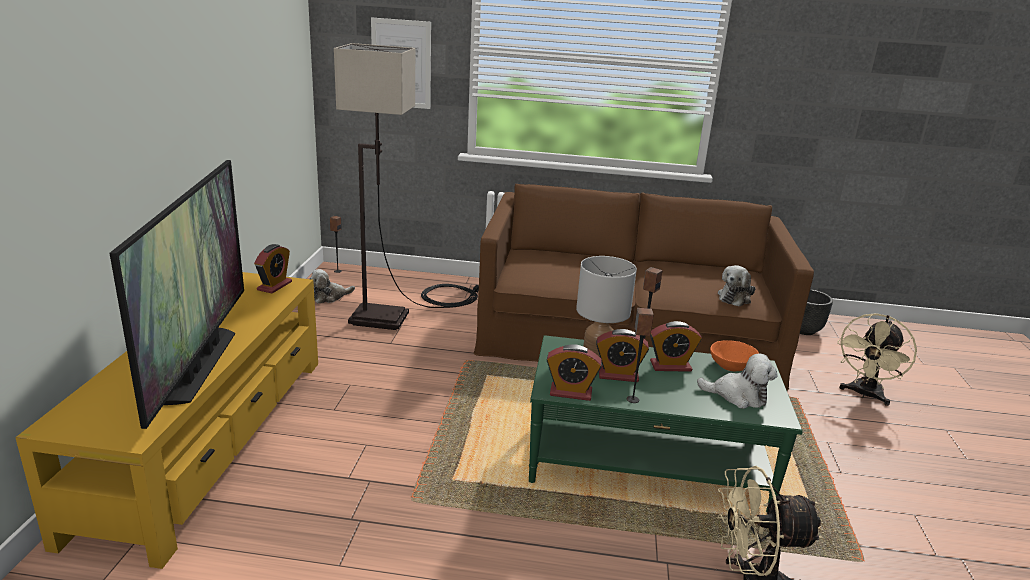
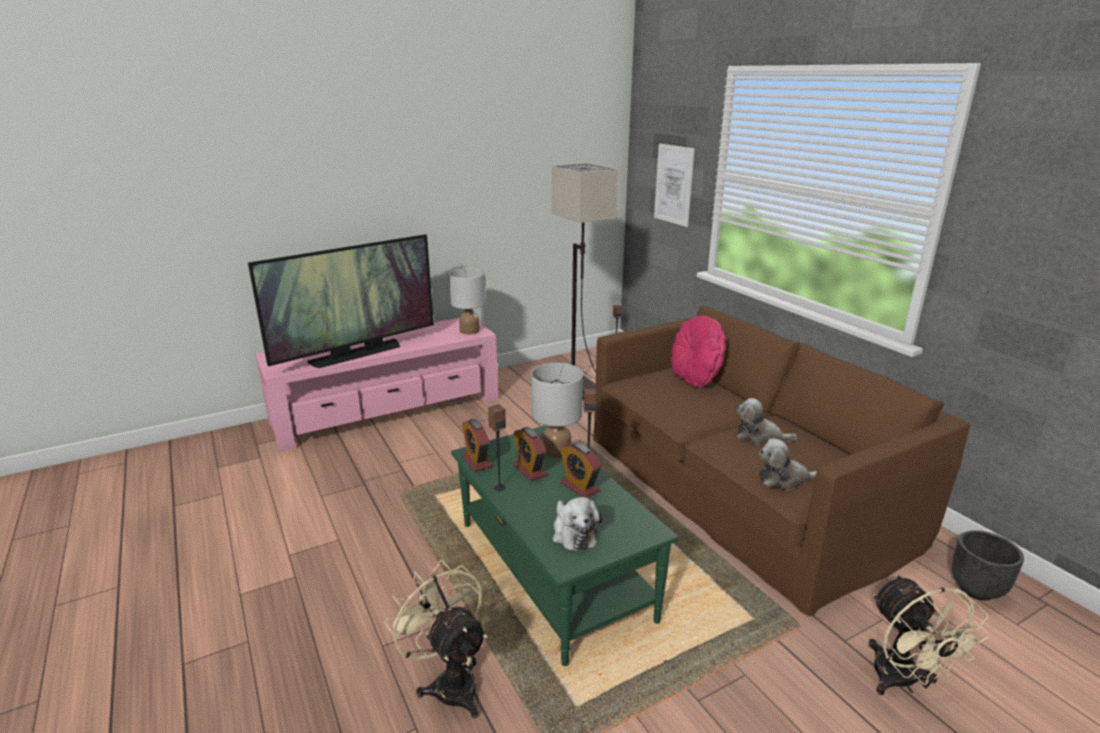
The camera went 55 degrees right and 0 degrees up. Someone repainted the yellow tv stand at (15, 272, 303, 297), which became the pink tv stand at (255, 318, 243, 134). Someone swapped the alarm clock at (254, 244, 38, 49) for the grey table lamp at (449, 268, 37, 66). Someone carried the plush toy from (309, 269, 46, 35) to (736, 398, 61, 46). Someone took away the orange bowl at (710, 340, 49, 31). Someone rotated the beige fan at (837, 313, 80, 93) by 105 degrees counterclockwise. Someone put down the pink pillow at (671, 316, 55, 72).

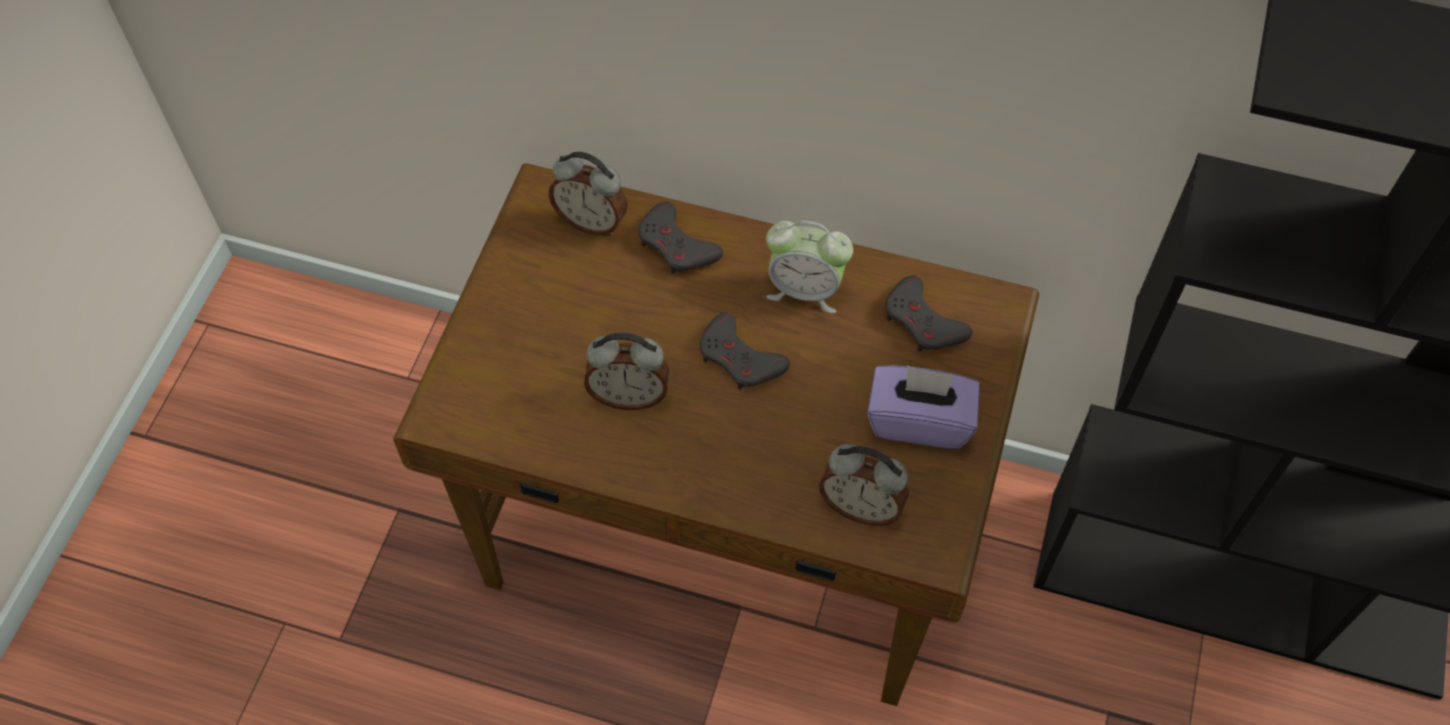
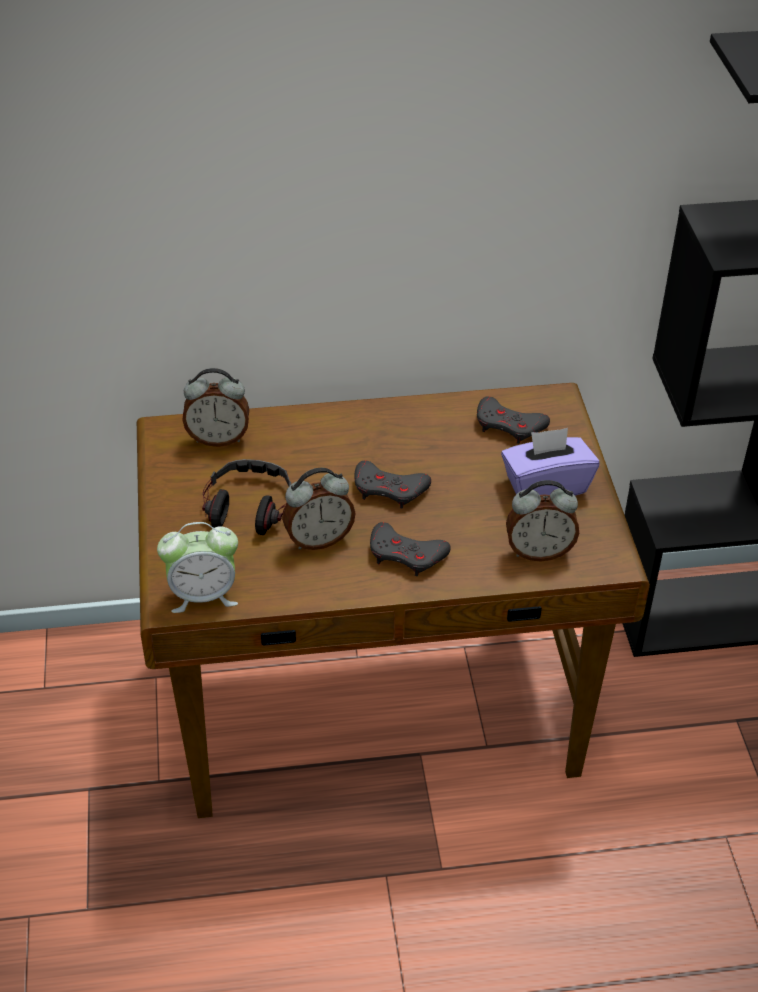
The camera went 25 degrees left and 15 degrees down. Someone carried the grey game controller from (638, 202, 85, 72) to (370, 522, 81, 54). Someone carried the alarm clock from (766, 221, 87, 92) to (157, 522, 81, 91). Someone put down the headphones at (202, 459, 89, 76).

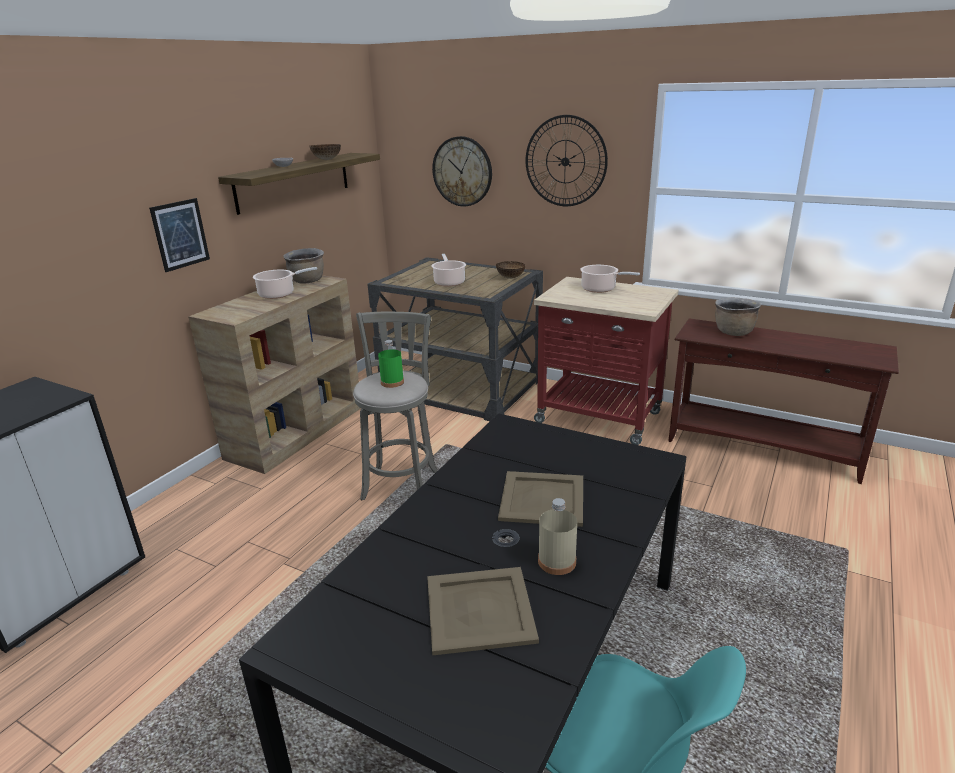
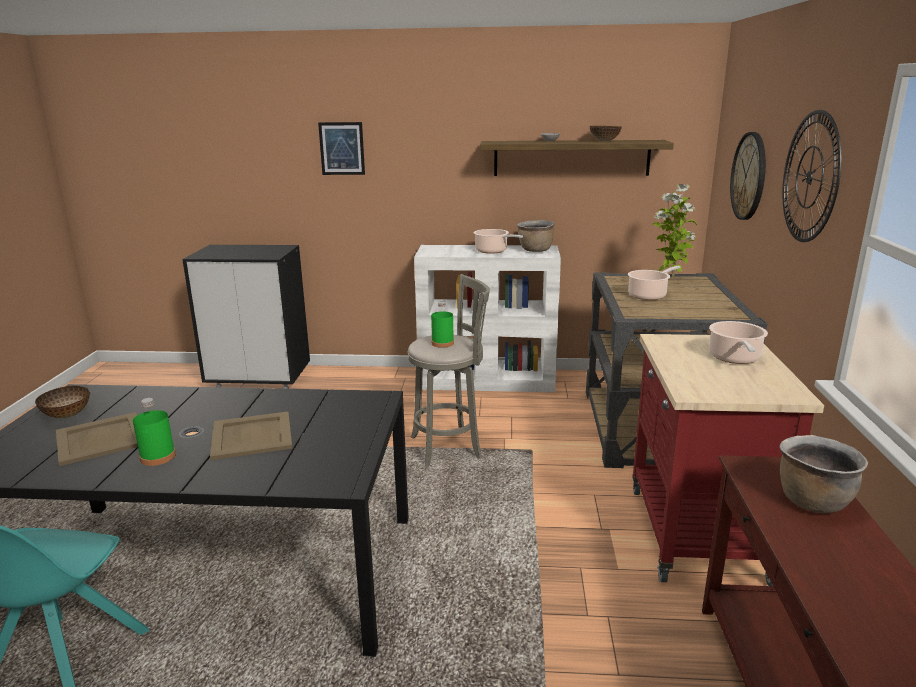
The camera went 65 degrees right and 5 degrees down. Someone carried the picture from (149, 198, 61, 74) to (318, 122, 47, 53). Someone repainted the brown bookcase at (188, 275, 173, 199), which became the white bookcase at (414, 245, 147, 147). Someone carried the bowl from (496, 261, 29, 18) to (35, 386, 55, 32). Someone repainted the beige bottle at (538, 498, 39, 77), which became the green bottle at (133, 398, 43, 68). Someone put down the potted plant at (652, 184, 45, 94).

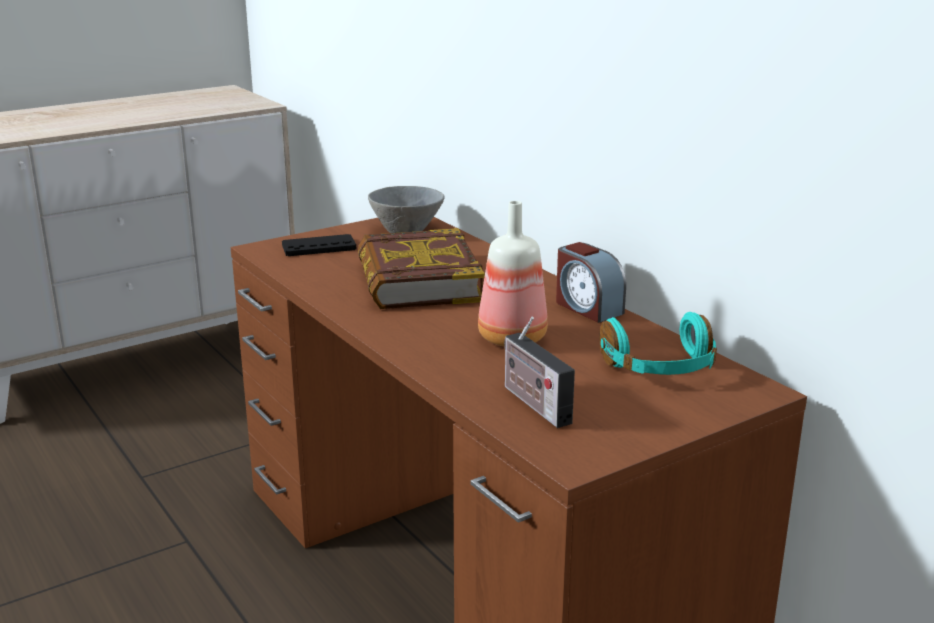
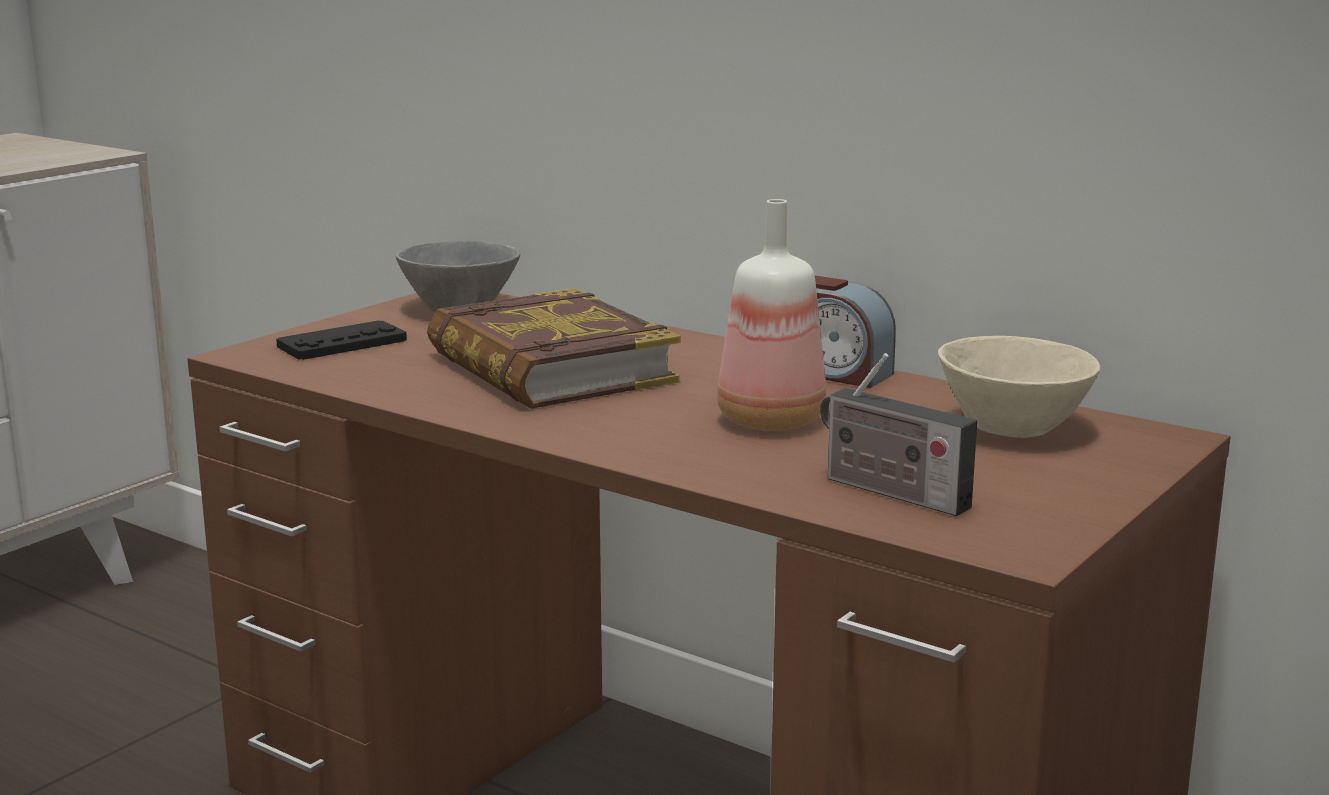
The camera went 20 degrees left and 5 degrees down. Someone swapped the turquoise headphones at (599, 312, 118, 63) for the beige bowl at (938, 336, 162, 102).

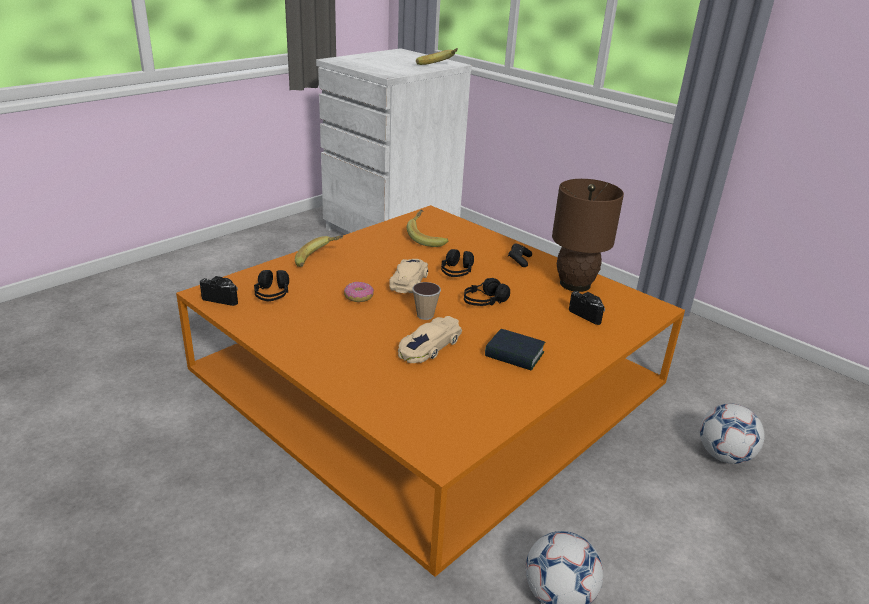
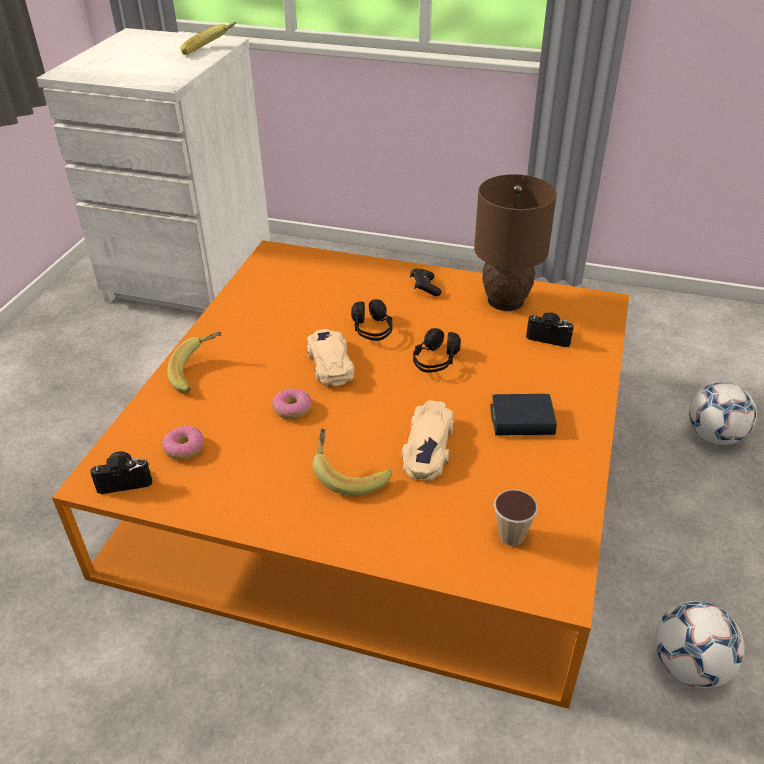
The camera went 25 degrees left and 10 degrees up. Someone swapped the black headphones at (254, 270, 35, 31) for the donut at (162, 426, 42, 34). Someone carried the banana from (407, 209, 41, 38) to (313, 428, 79, 68). Someone carried the cup from (412, 282, 29, 38) to (494, 490, 44, 56).

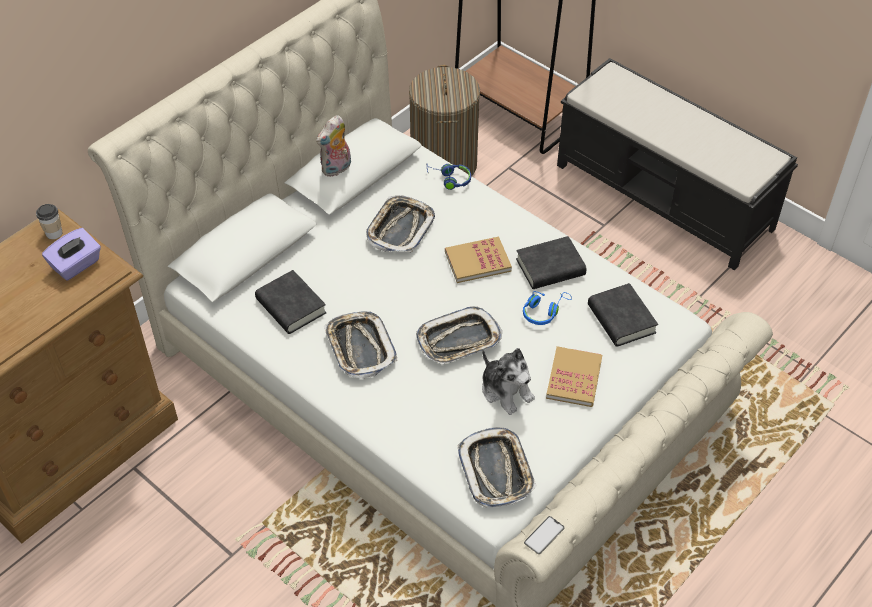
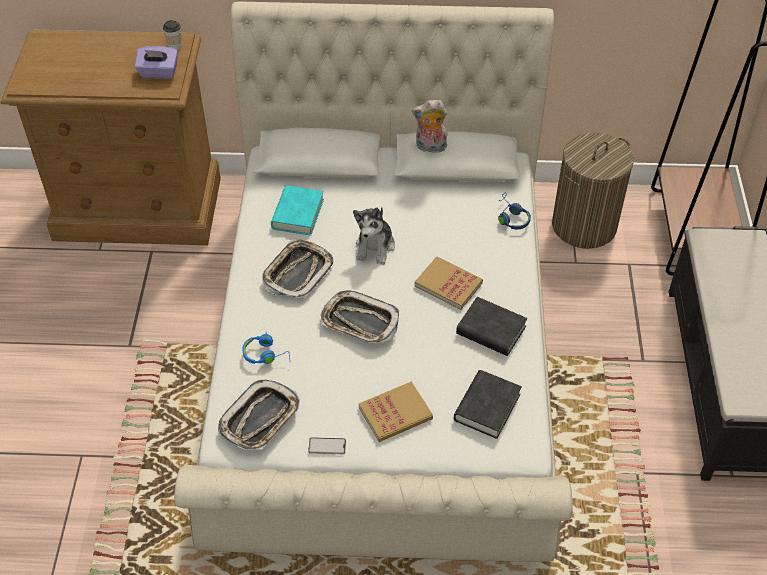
The camera went 50 degrees right and 0 degrees up. Someone repainted the black book at (255, 270, 71, 64), which became the turquoise book at (271, 185, 53, 51). Someone took away the tray at (366, 196, 69, 57). Someone carried the plush toy from (482, 348, 53, 67) to (353, 207, 42, 58). Someone carried the blue headphones from (523, 291, 49, 34) to (242, 332, 48, 32). Someone carried the phone from (524, 516, 41, 38) to (308, 437, 38, 17).

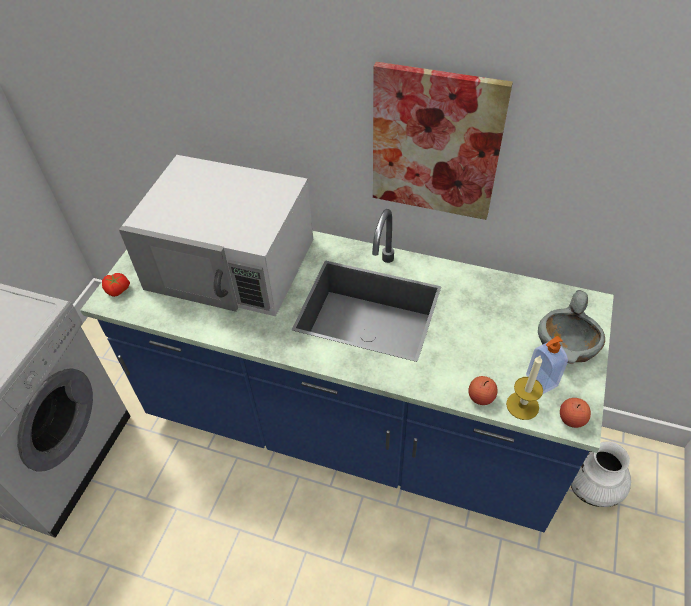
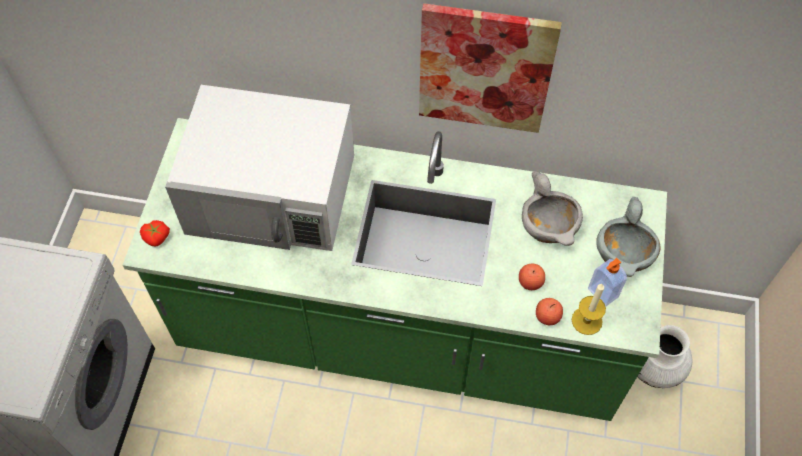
The camera went 10 degrees left and 10 degrees up. Someone repainted the blue counter at (80, 209, 534, 323), which became the green counter at (123, 118, 544, 303). Someone carried the apple from (560, 398, 31, 30) to (519, 264, 26, 26). Someone put down the grey bowl at (522, 171, 61, 75).

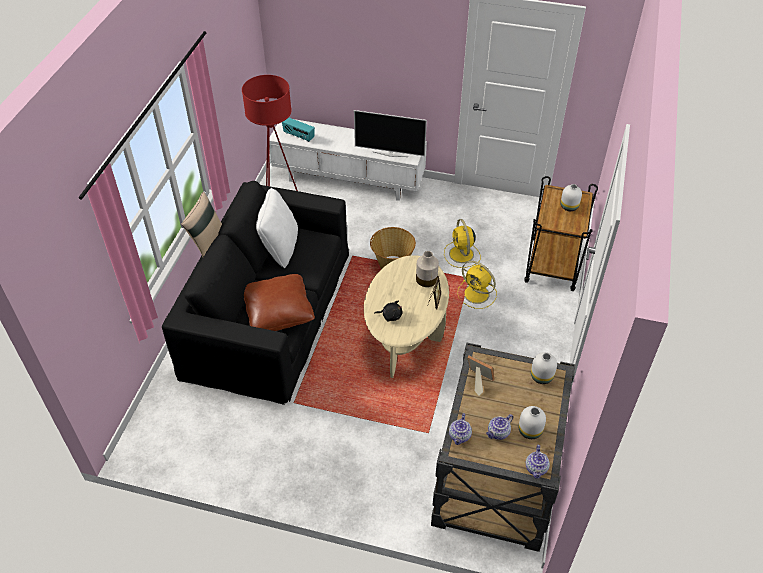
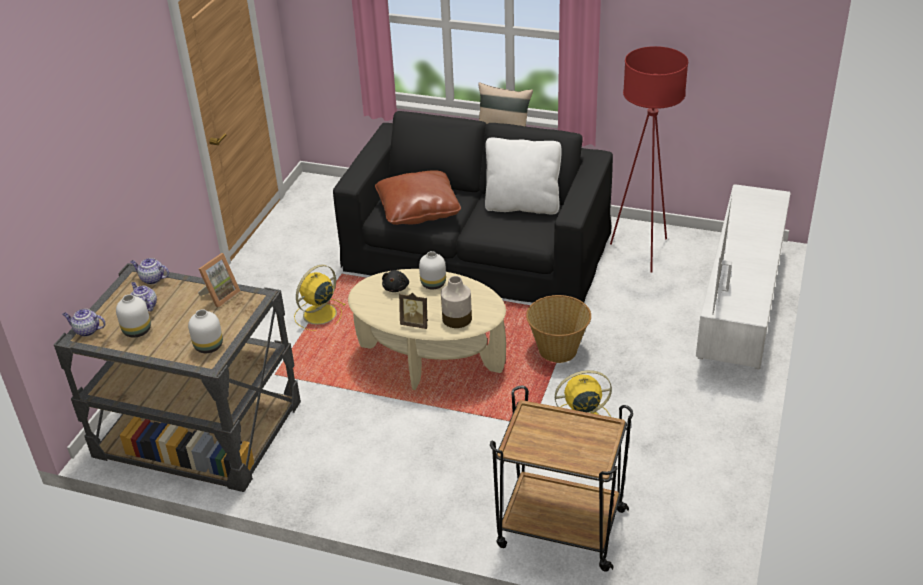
The camera went 95 degrees right and 10 degrees down. Someone took away the radio at (282, 117, 33, 25). Someone carried the yellow fan from (457, 261, 40, 48) to (294, 265, 51, 66). Someone carried the white vase from (561, 184, 21, 27) to (419, 251, 27, 38).

